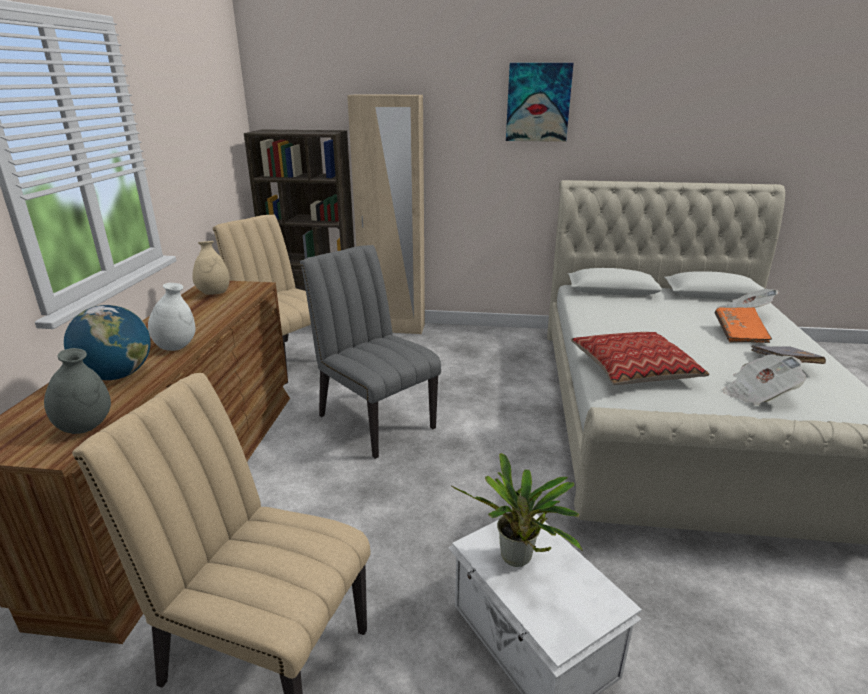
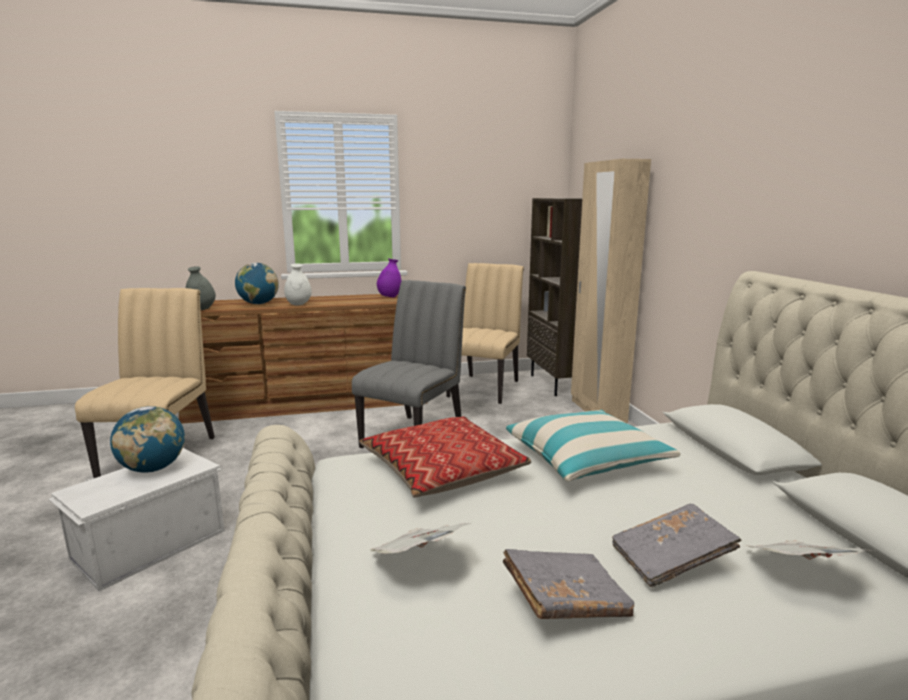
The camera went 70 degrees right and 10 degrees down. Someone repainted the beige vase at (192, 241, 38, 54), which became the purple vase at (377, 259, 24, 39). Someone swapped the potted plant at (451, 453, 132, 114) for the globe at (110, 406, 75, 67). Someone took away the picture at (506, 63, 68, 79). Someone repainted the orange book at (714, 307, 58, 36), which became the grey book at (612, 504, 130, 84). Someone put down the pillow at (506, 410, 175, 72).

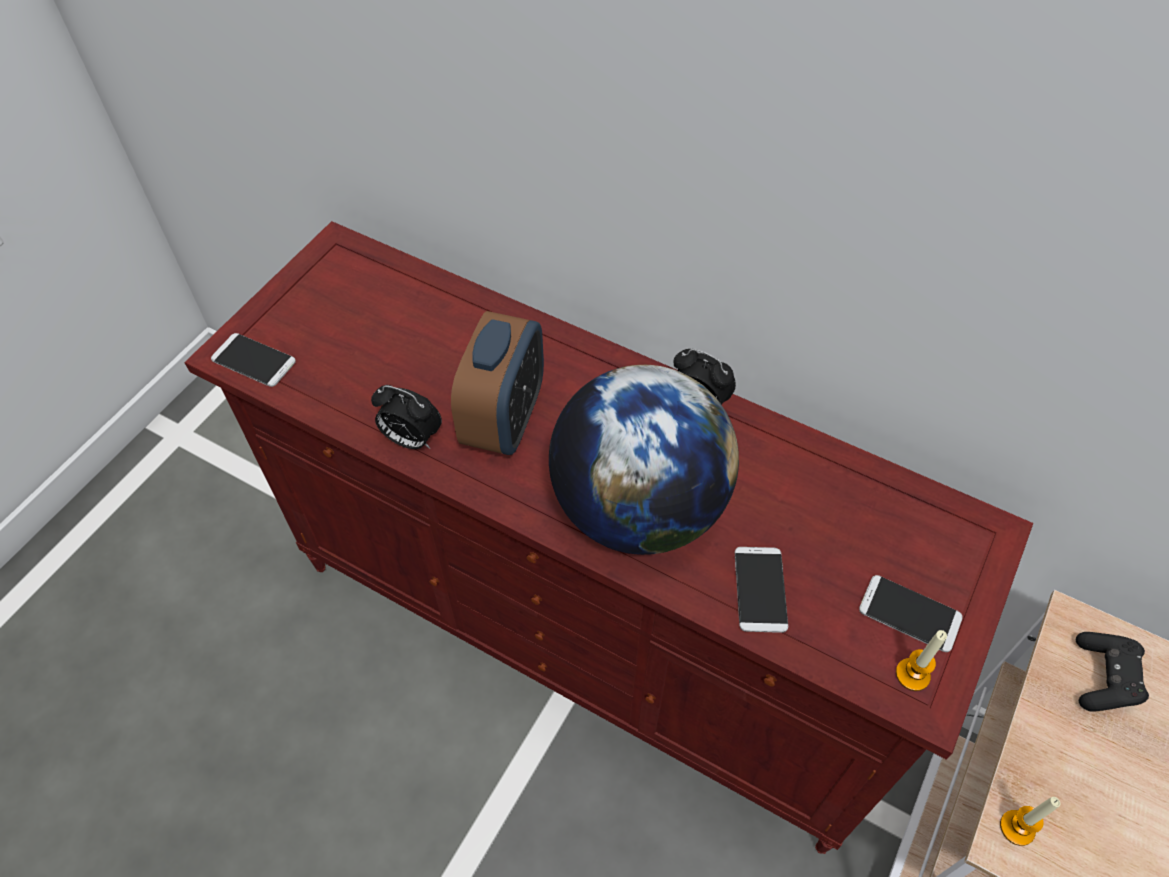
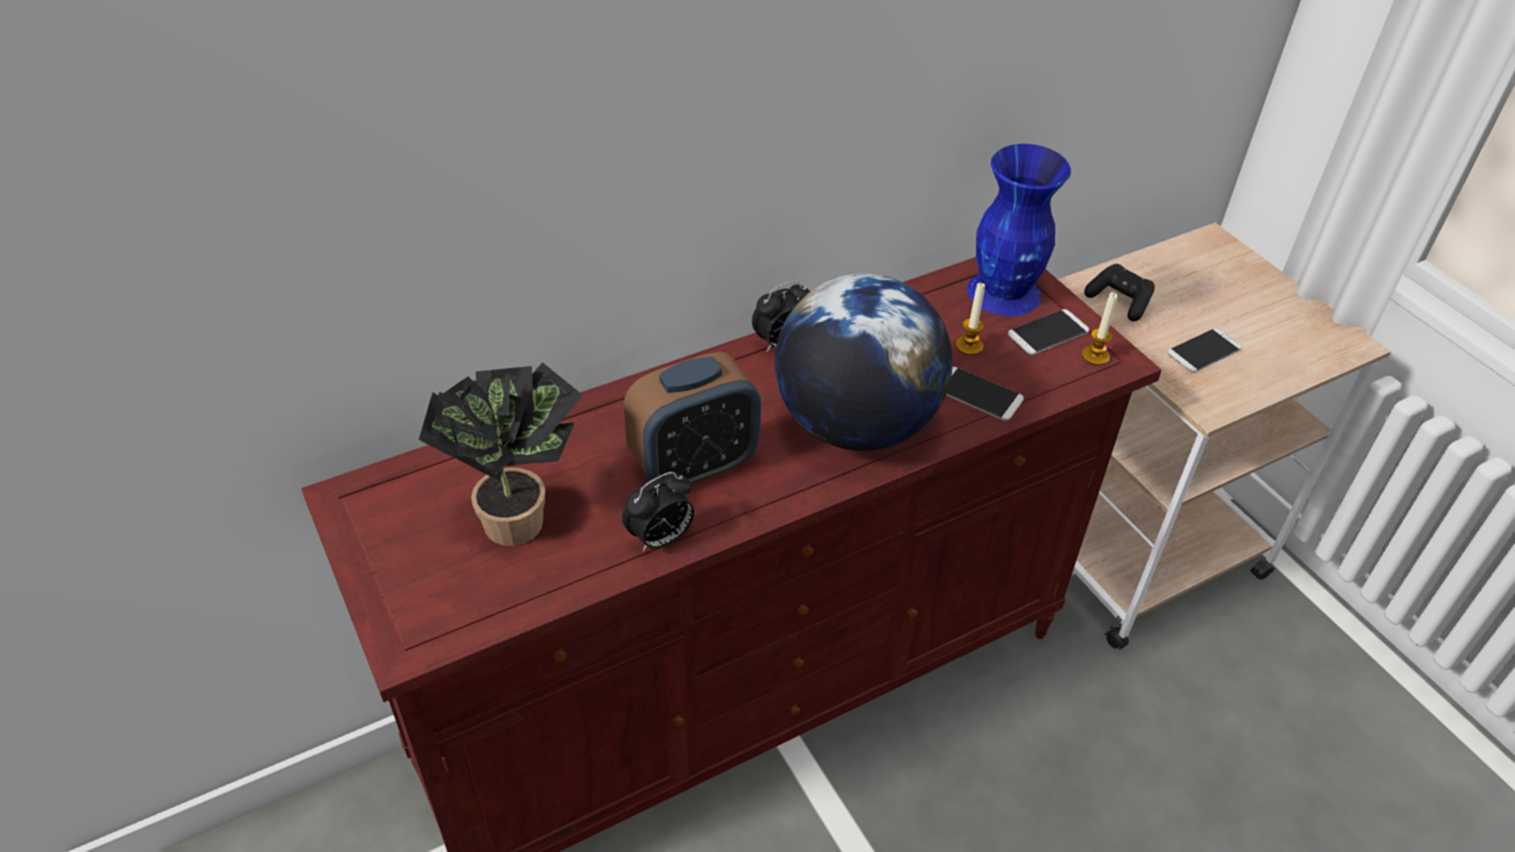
The camera went 60 degrees left and 10 degrees down. Someone carried the phone from (211, 333, 85, 54) to (1167, 328, 75, 44). Someone rotated the alarm clock at (451, 311, 93, 144) by 105 degrees clockwise. Someone carried the candle from (1000, 797, 60, 49) to (956, 282, 29, 73). Someone put down the potted plant at (419, 362, 164, 184). Someone put down the blue vase at (967, 144, 104, 172).

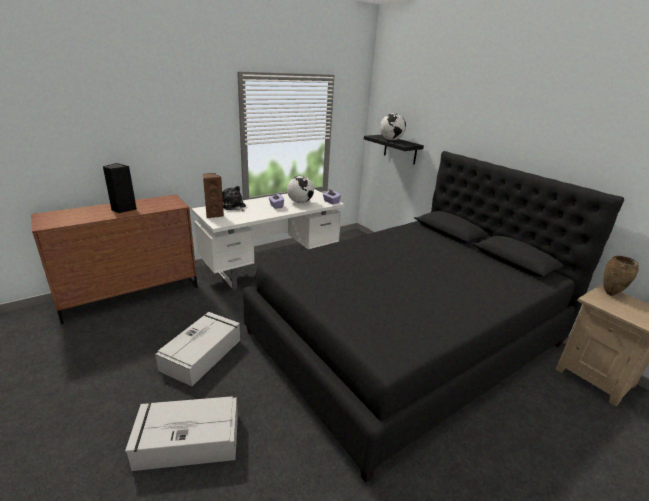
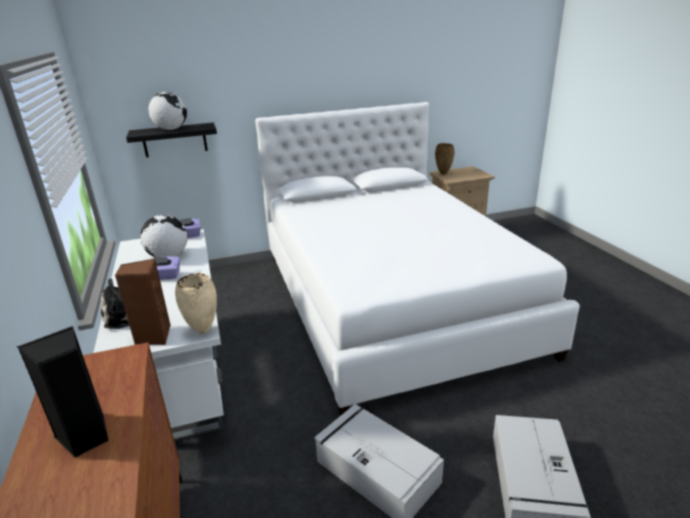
The camera went 70 degrees left and 0 degrees up. Someone repainted the black bed at (243, 151, 381, 332), which became the white bed at (255, 102, 325, 314). Someone put down the beige vase at (175, 273, 42, 61).

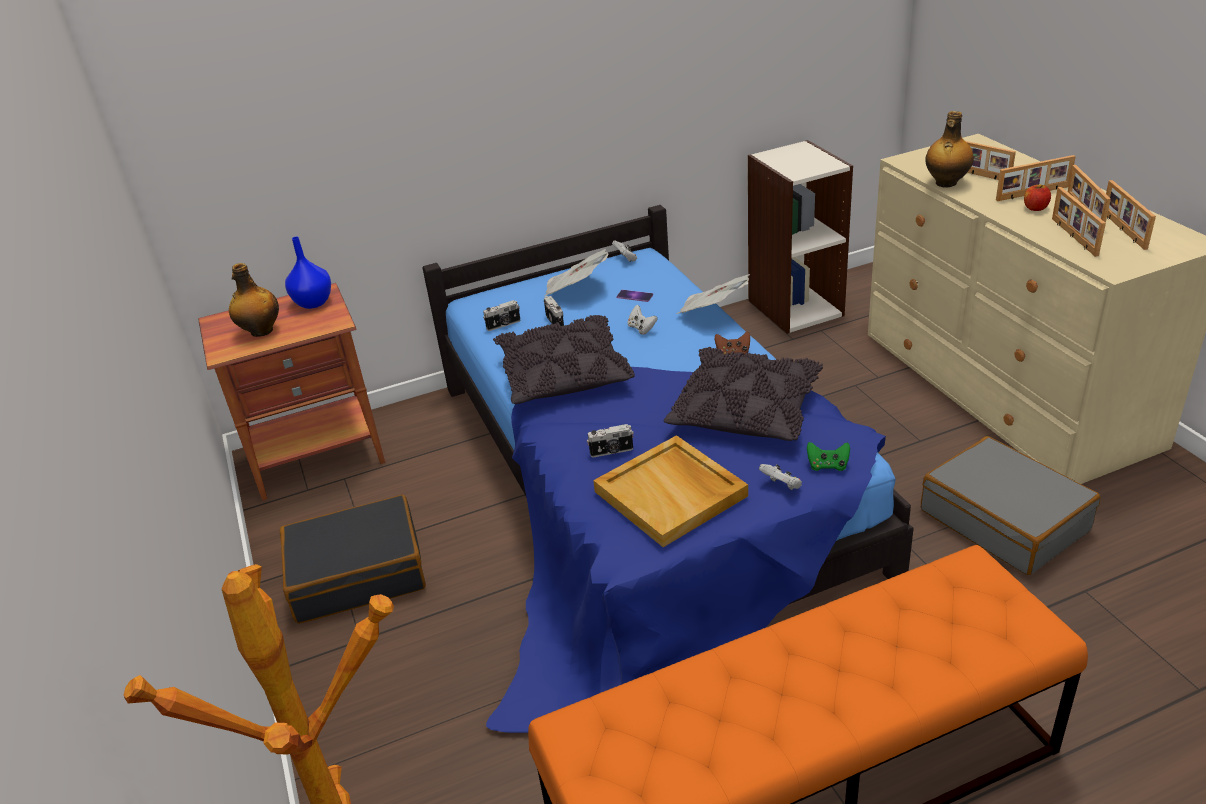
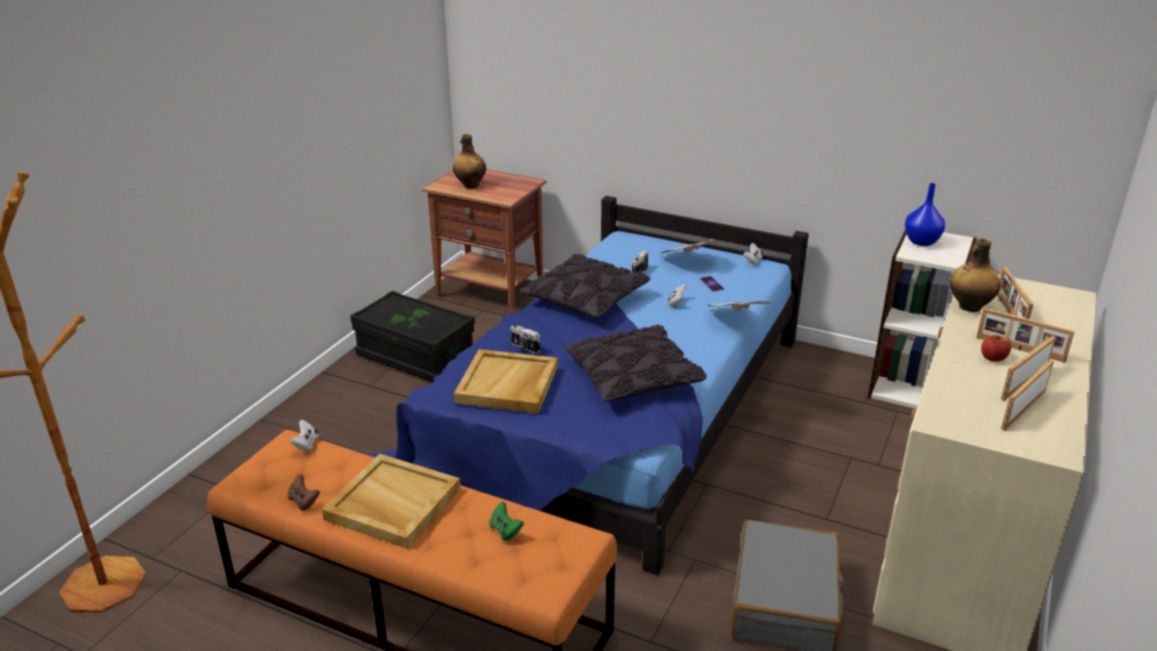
The camera went 45 degrees right and 5 degrees down. Someone swapped the black suitcase at (280, 495, 146, 129) for the black storage box at (350, 291, 125, 92). Someone carried the blue vase from (285, 237, 46, 72) to (905, 183, 40, 63). Someone took away the photo camera at (483, 300, 38, 31). Someone carried the brown game controller from (715, 331, 35, 24) to (287, 474, 33, 37). Someone carried the white game controller from (759, 464, 43, 26) to (290, 420, 29, 32). Someone carried the green game controller from (807, 442, 43, 29) to (489, 502, 35, 39). Someone took away the picture frame at (1052, 187, 54, 70). Someone put down the beige tray at (322, 454, 139, 95).

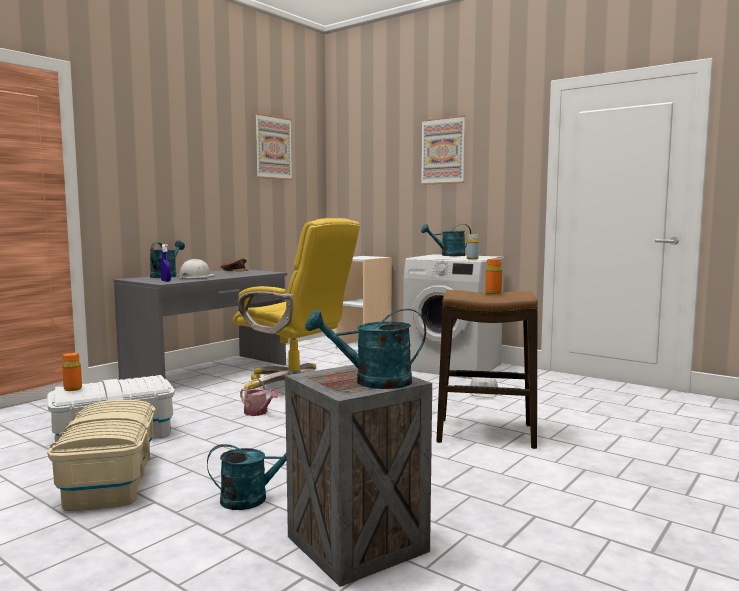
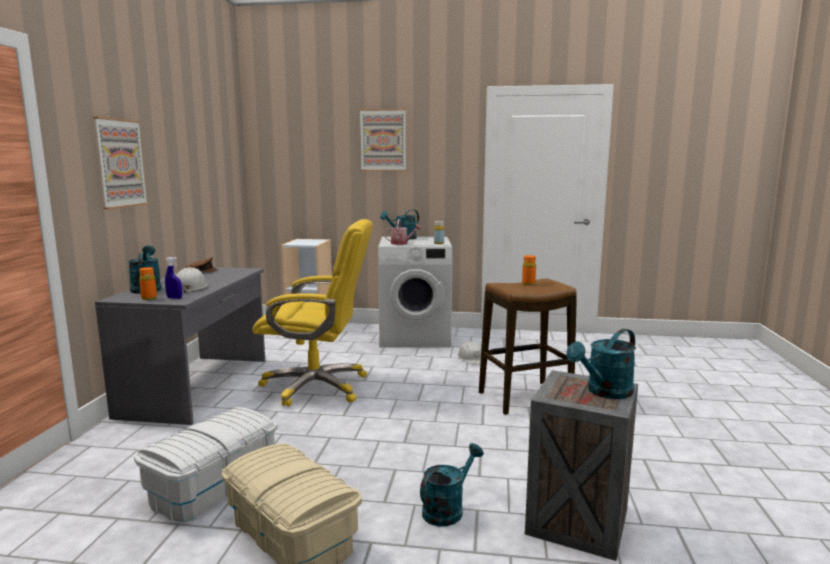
The camera went 30 degrees left and 5 degrees up. Someone carried the orange bottle from (62, 353, 20, 38) to (139, 267, 18, 33). Someone carried the watering can from (240, 379, 39, 37) to (383, 219, 38, 26). Someone carried the picture from (255, 113, 38, 67) to (93, 117, 55, 92).

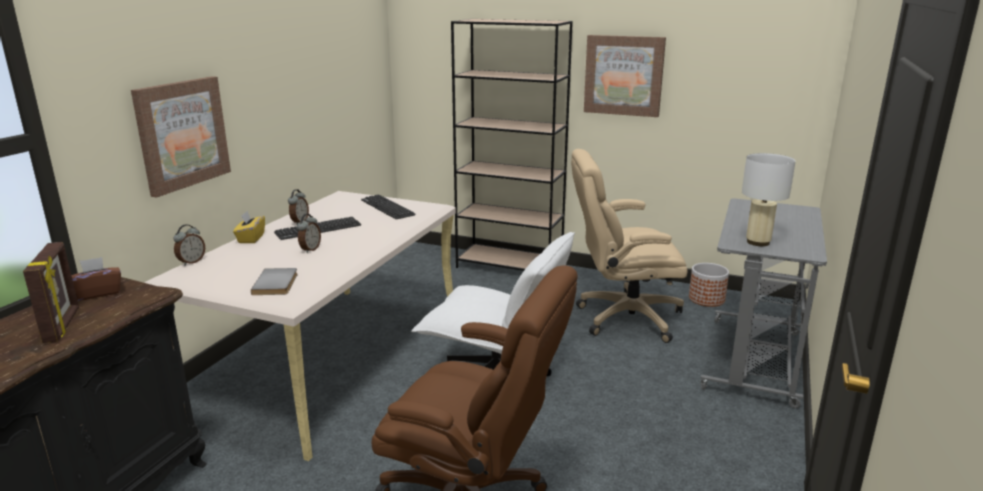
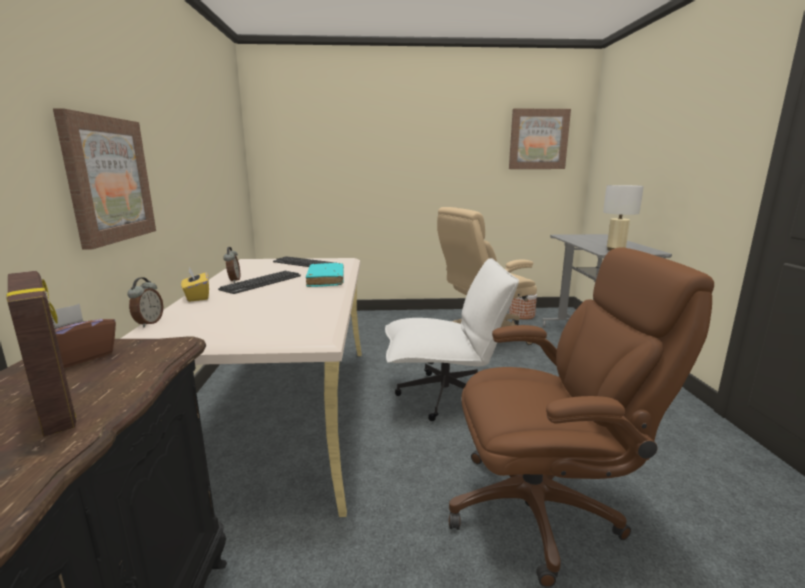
The camera went 25 degrees left and 5 degrees down. Someone took away the grey book at (251, 268, 47, 27). Someone took away the alarm clock at (297, 214, 24, 39). Someone took away the beige bookcase at (451, 19, 122, 252). Someone carried the picture from (584, 35, 82, 82) to (509, 109, 62, 60). Someone put down the turquoise book at (306, 263, 38, 24).

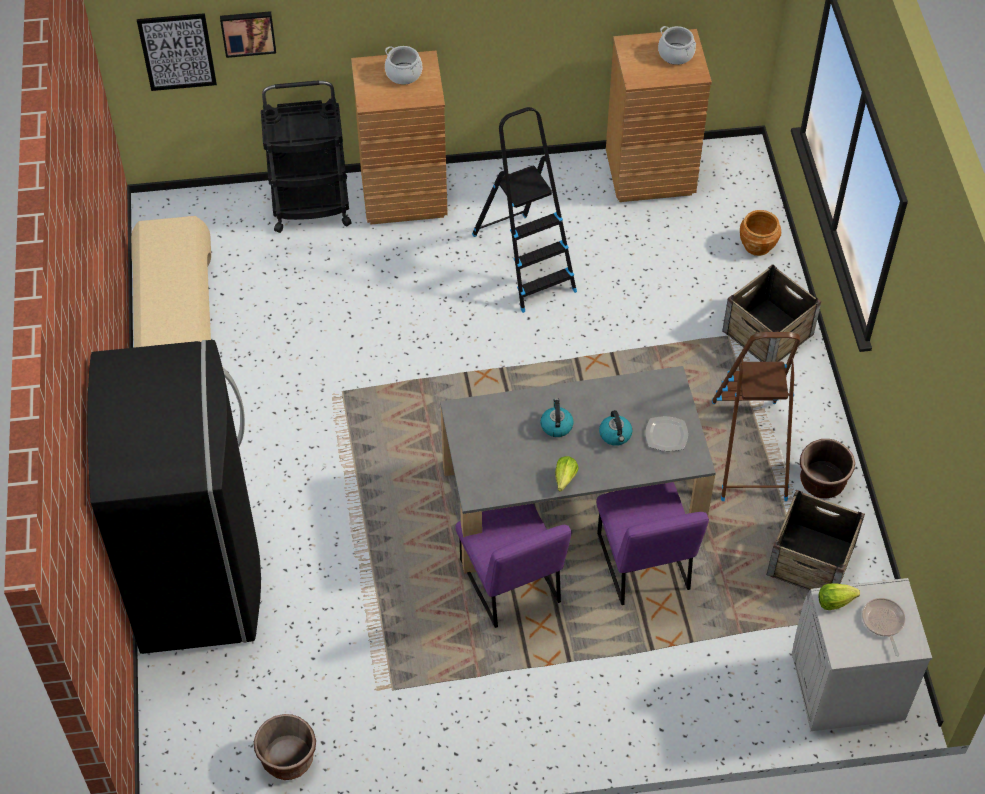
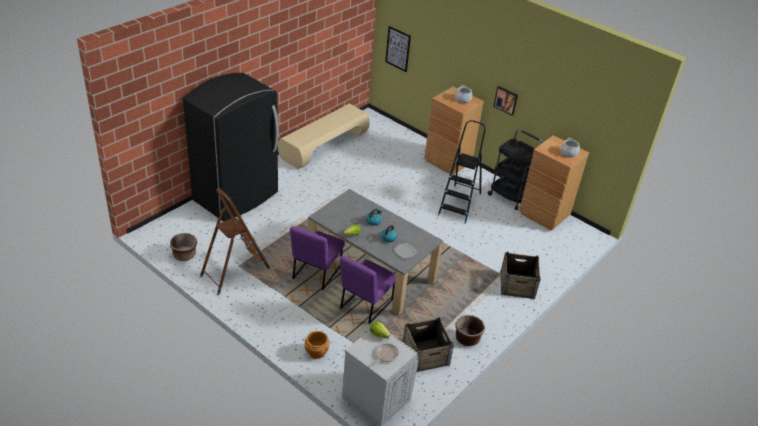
The camera went 45 degrees right and 15 degrees down. Someone carried the picture from (220, 11, 56, 47) to (493, 86, 25, 30). Someone carried the black cart from (261, 80, 91, 153) to (487, 130, 56, 80). Someone carried the brown step ladder from (712, 332, 88, 169) to (200, 188, 71, 107). Someone carried the brown planter from (740, 210, 41, 46) to (304, 331, 26, 28).

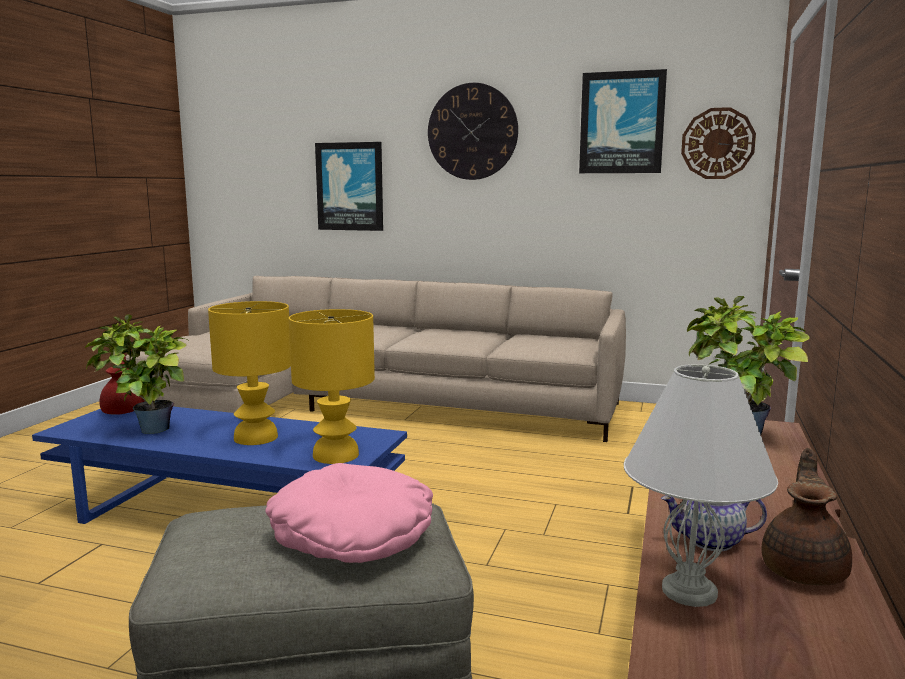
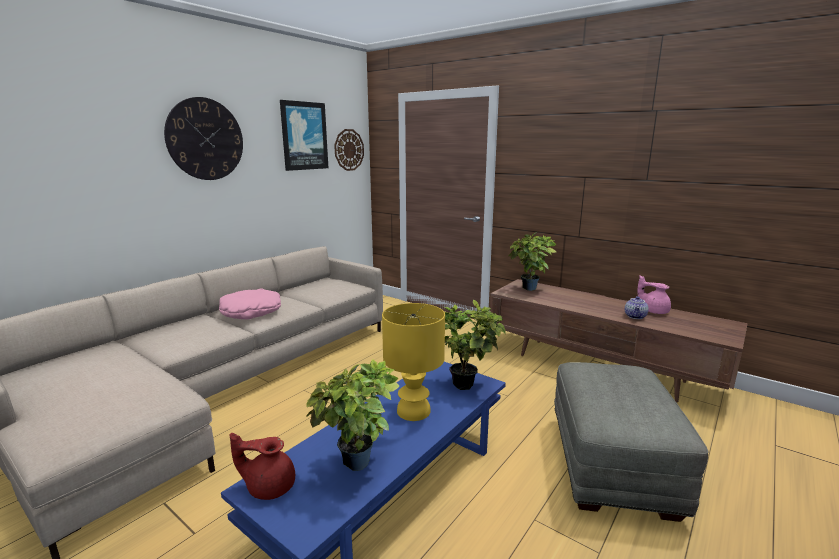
The camera went 70 degrees left and 5 degrees up. Someone carried the pink pillow from (265, 463, 168, 100) to (219, 288, 62, 32). Someone swapped the yellow table lamp at (289, 309, 86, 155) for the potted plant at (445, 300, 61, 90). Someone took away the picture at (315, 142, 68, 89). Someone took away the white table lamp at (623, 364, 155, 243). Someone repainted the brown teapot at (762, 448, 90, 137), which became the pink teapot at (637, 275, 34, 39).

